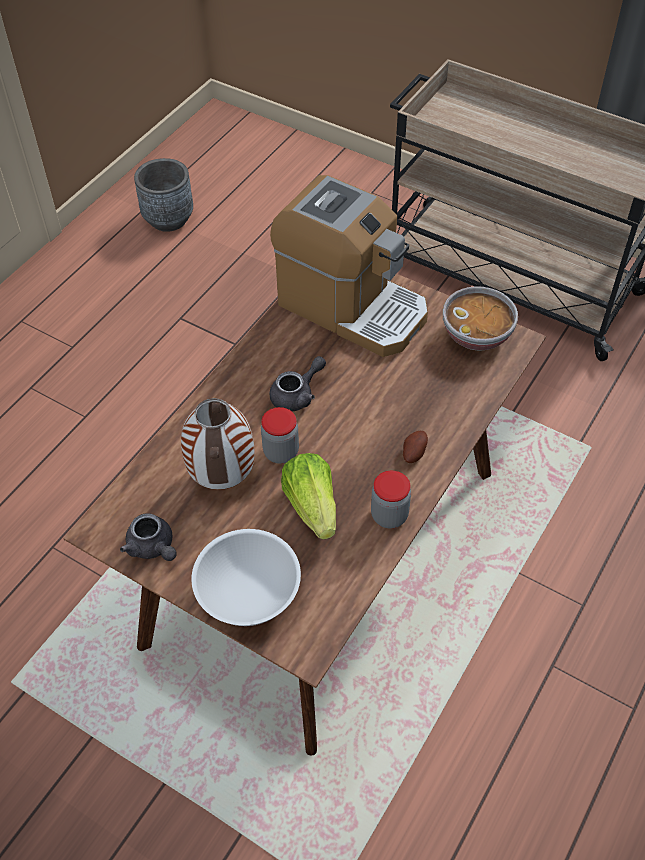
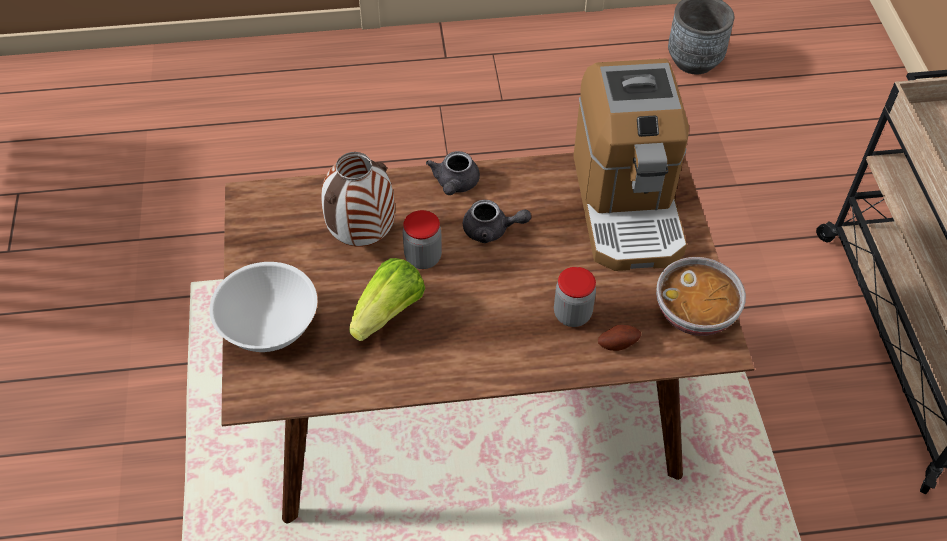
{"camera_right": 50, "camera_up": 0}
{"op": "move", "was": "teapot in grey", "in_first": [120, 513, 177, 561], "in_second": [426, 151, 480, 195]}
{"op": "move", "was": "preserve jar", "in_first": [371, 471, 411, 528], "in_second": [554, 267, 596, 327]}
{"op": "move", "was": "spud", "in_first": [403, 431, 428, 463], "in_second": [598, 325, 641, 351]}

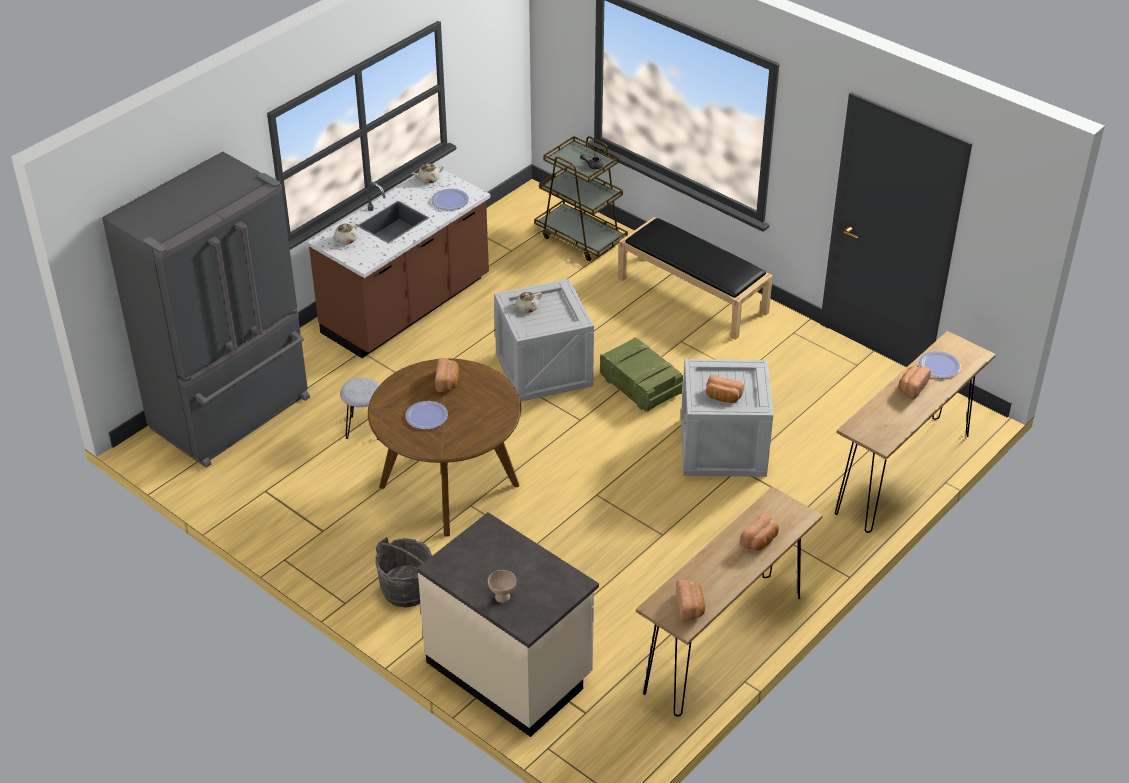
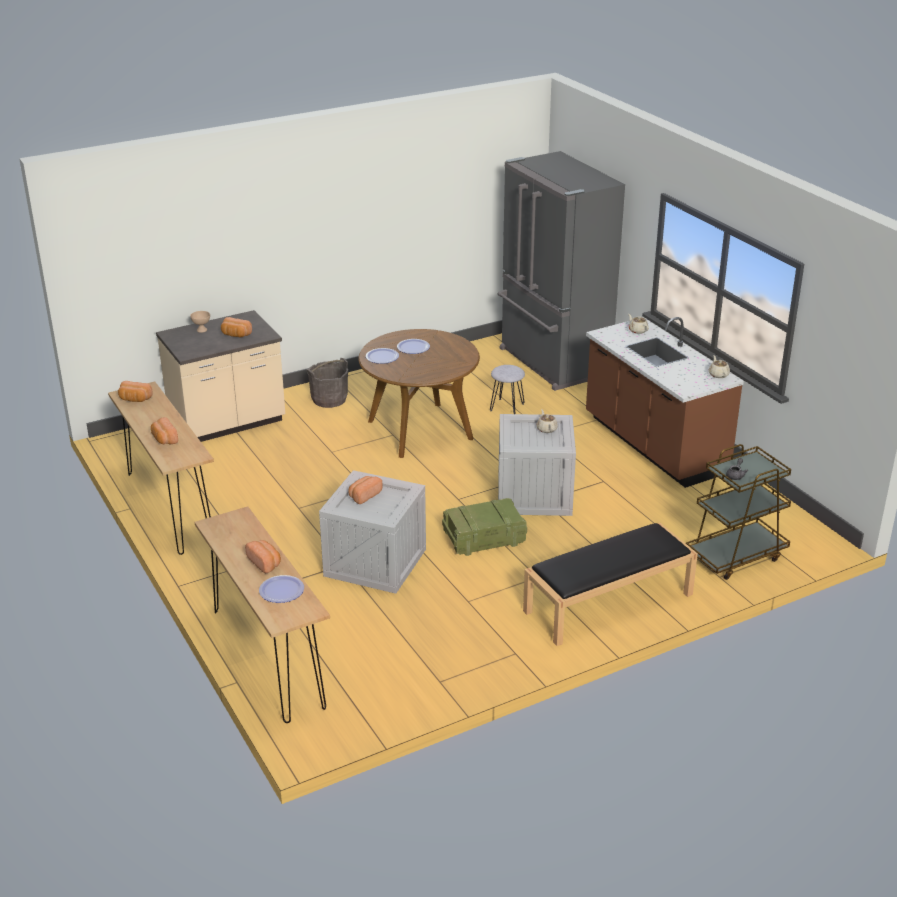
{"camera_right": 110, "camera_up": -10}
{"op": "move", "was": "dinner plate", "in_first": [432, 189, 469, 210], "in_second": [366, 348, 399, 364]}
{"op": "move", "was": "bread", "in_first": [435, 358, 459, 392], "in_second": [221, 317, 252, 337]}

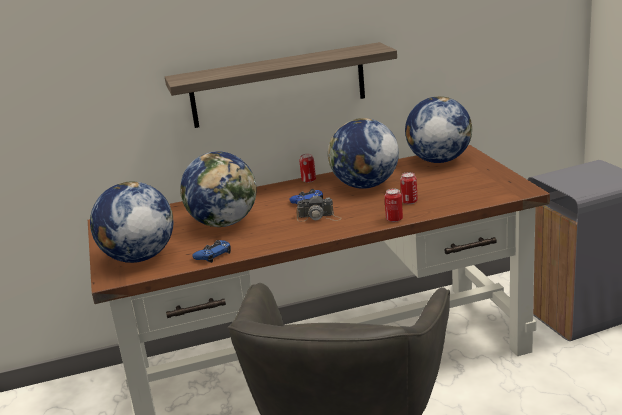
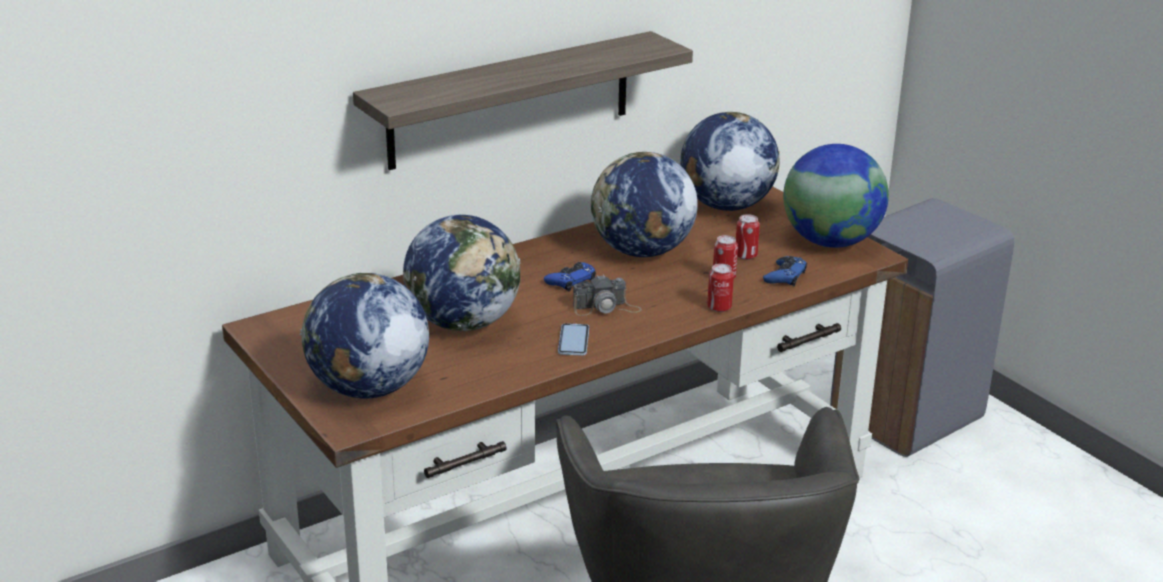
{"camera_right": -20, "camera_up": 5}
{"op": "insert", "now": "telephone", "in_second": [558, 323, 589, 356]}
{"op": "insert", "now": "desk globe", "in_second": [783, 144, 889, 248]}
{"op": "move", "was": "gamepad in blue", "in_first": [192, 240, 231, 263], "in_second": [763, 256, 807, 286]}
{"op": "move", "was": "sealed can", "in_first": [299, 154, 316, 183], "in_second": [736, 214, 760, 260]}

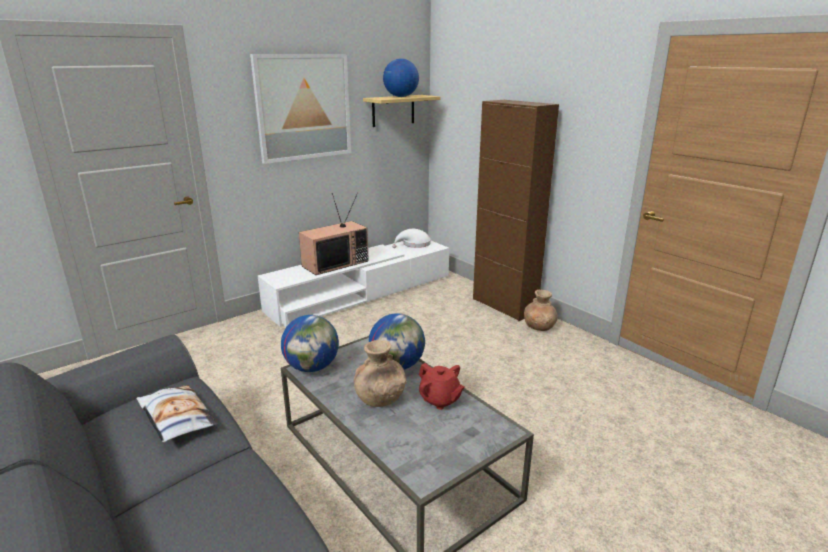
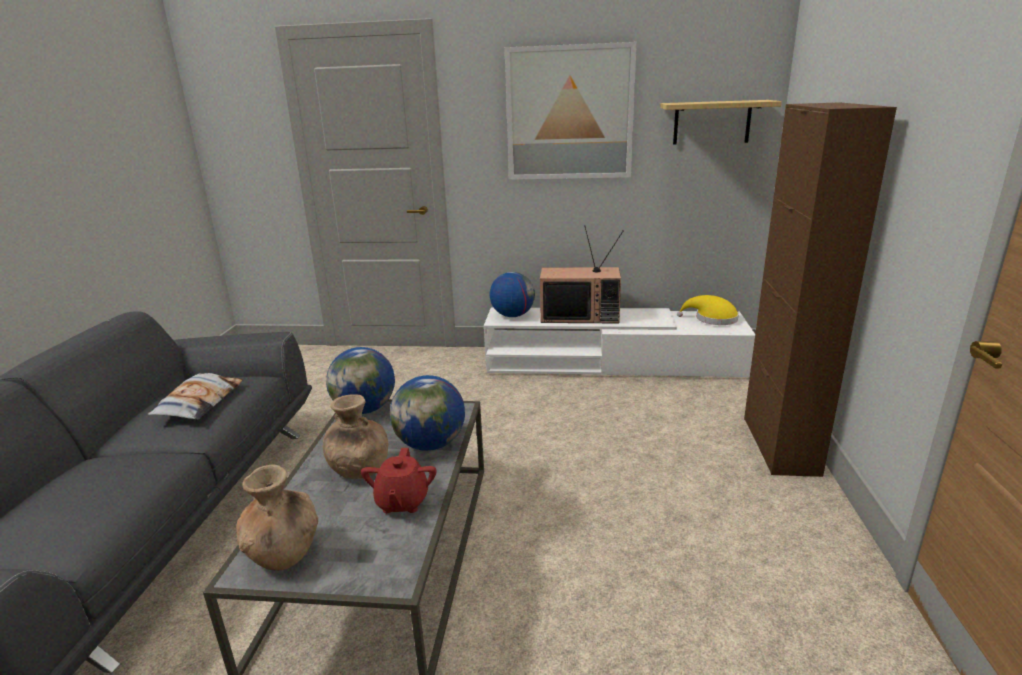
{"camera_right": 45, "camera_up": 0}
{"op": "move", "was": "desk globe", "in_first": [383, 59, 419, 97], "in_second": [490, 272, 535, 317]}
{"op": "move", "was": "flower vase in brown-coloured", "in_first": [524, 290, 558, 331], "in_second": [236, 465, 318, 570]}
{"op": "recolor", "was": "hat in white", "now": "hat in yellow", "in_first": [392, 229, 431, 248], "in_second": [677, 295, 739, 325]}

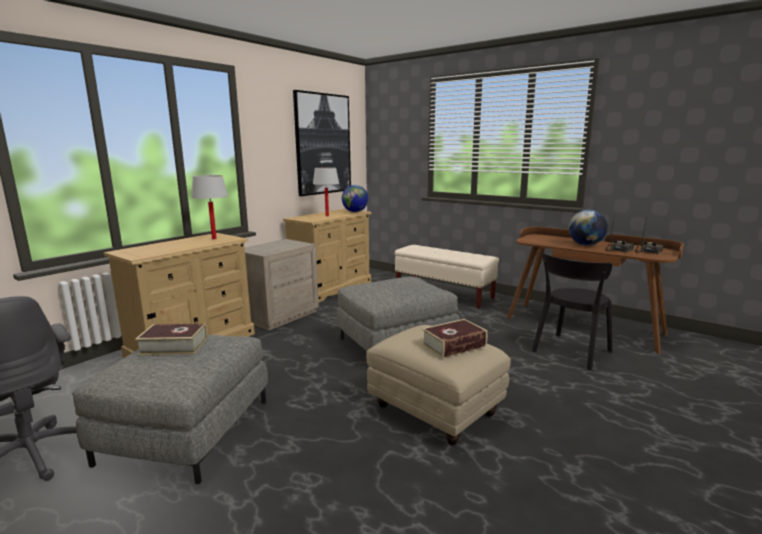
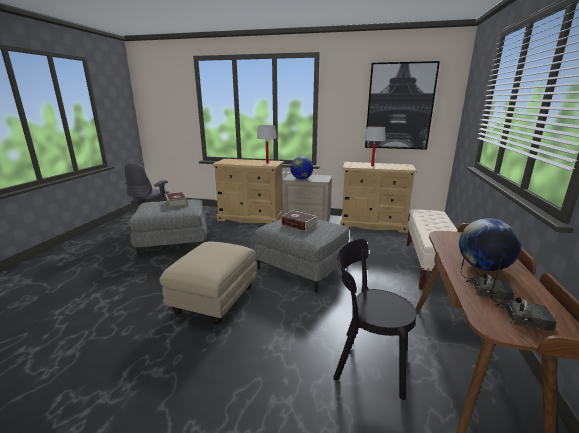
{"camera_right": 65, "camera_up": 5}
{"op": "move", "was": "desk globe", "in_first": [342, 185, 369, 212], "in_second": [290, 156, 313, 180]}
{"op": "move", "was": "volume", "in_first": [422, 319, 487, 358], "in_second": [281, 211, 318, 231]}

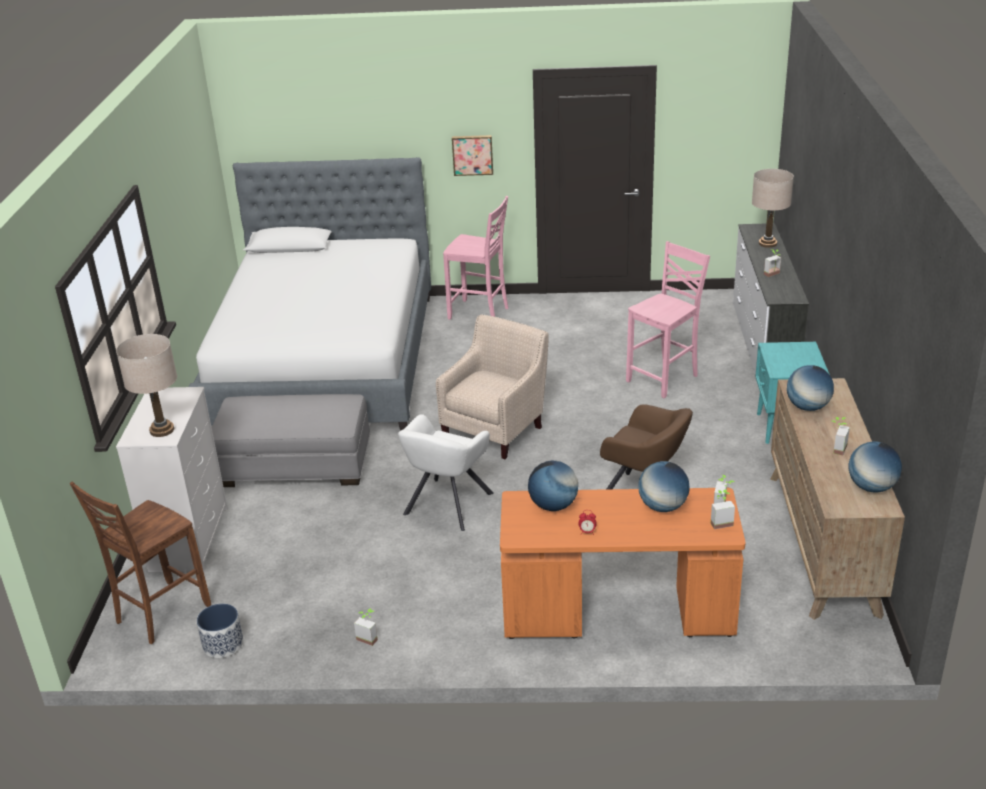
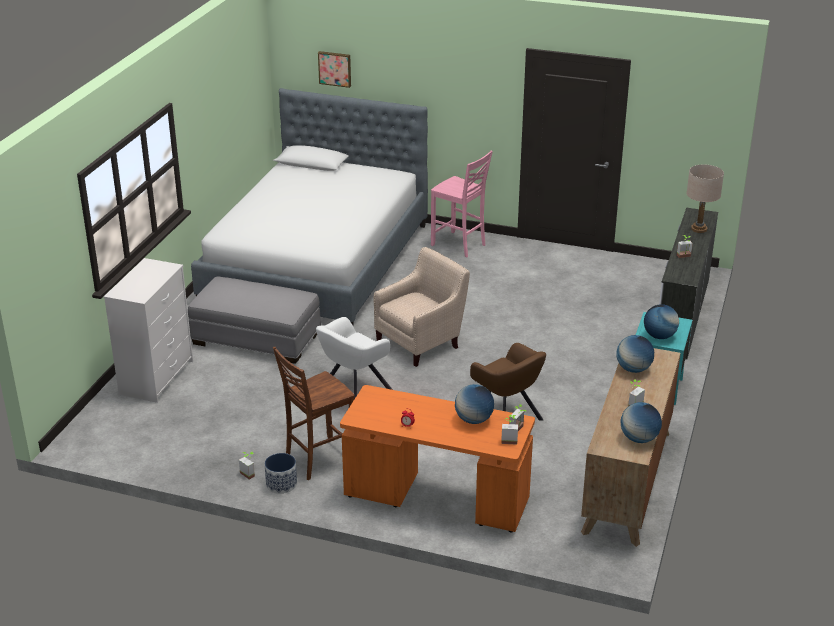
{"camera_right": 15, "camera_up": 0}
{"op": "delete", "was": "lamp for a table in sand-coloured", "in_first": [116, 334, 177, 437]}
{"op": "delete", "was": "chair in pinkish", "in_first": [626, 241, 710, 398]}
{"op": "move", "was": "chair in brown-coloured", "in_first": [69, 481, 211, 644], "in_second": [273, 347, 355, 480]}
{"op": "move", "was": "planter", "in_first": [197, 604, 243, 658], "in_second": [264, 453, 297, 494]}
{"op": "move", "was": "wall picture", "in_first": [452, 135, 493, 176], "in_second": [318, 51, 351, 88]}
{"op": "move", "was": "desk globe", "in_first": [528, 461, 578, 511], "in_second": [644, 304, 679, 339]}

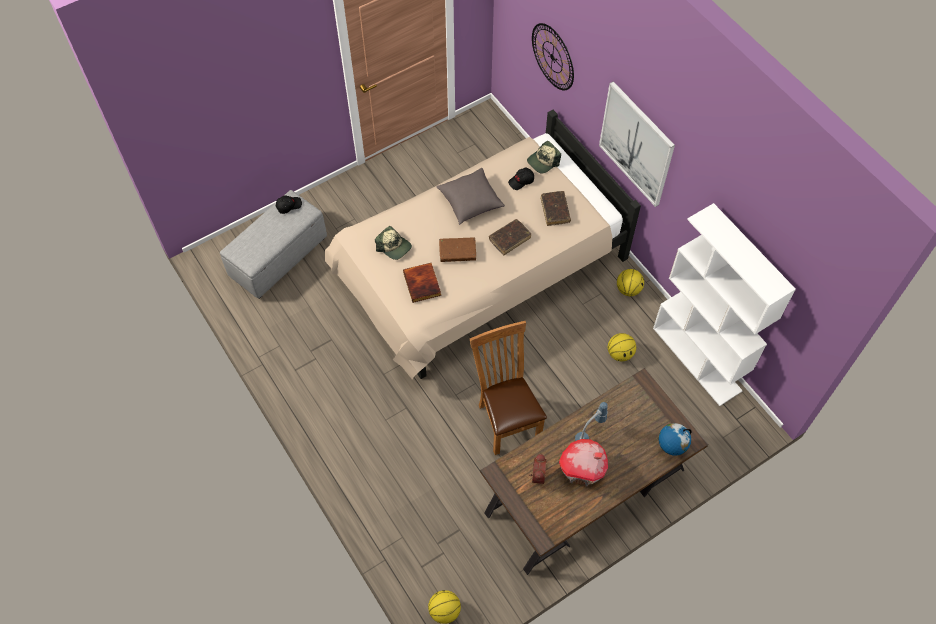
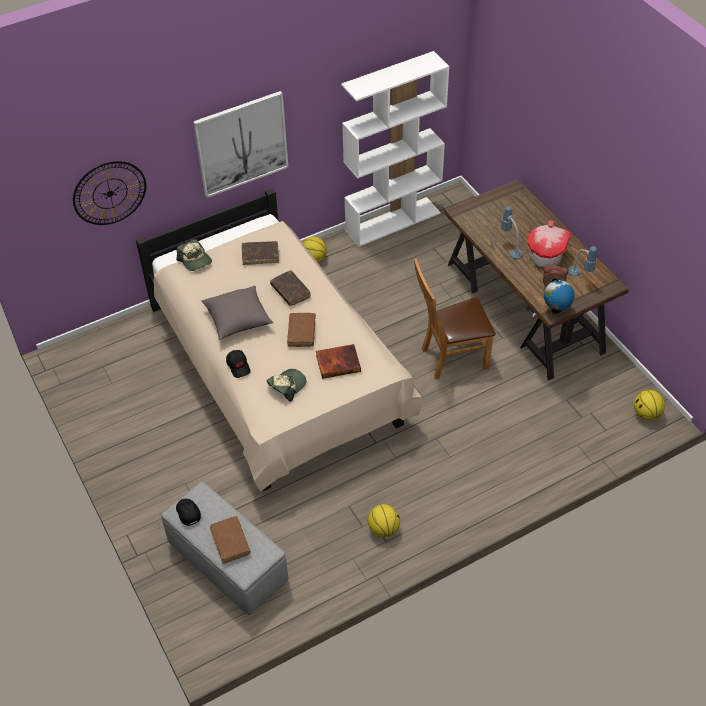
{"camera_right": -85, "camera_up": -10}
{"op": "insert", "now": "volume in brown-coloured", "in_second": [210, 516, 251, 564]}
{"op": "insert", "now": "lamp for a table", "in_second": [568, 246, 597, 276]}
{"op": "move", "was": "baseball cap in black-coloured", "in_first": [508, 168, 534, 190], "in_second": [226, 350, 250, 378]}
{"op": "move", "was": "basketball", "in_first": [608, 333, 636, 361], "in_second": [368, 504, 400, 537]}
{"op": "move", "was": "desk globe", "in_first": [659, 423, 692, 456], "in_second": [544, 278, 574, 314]}

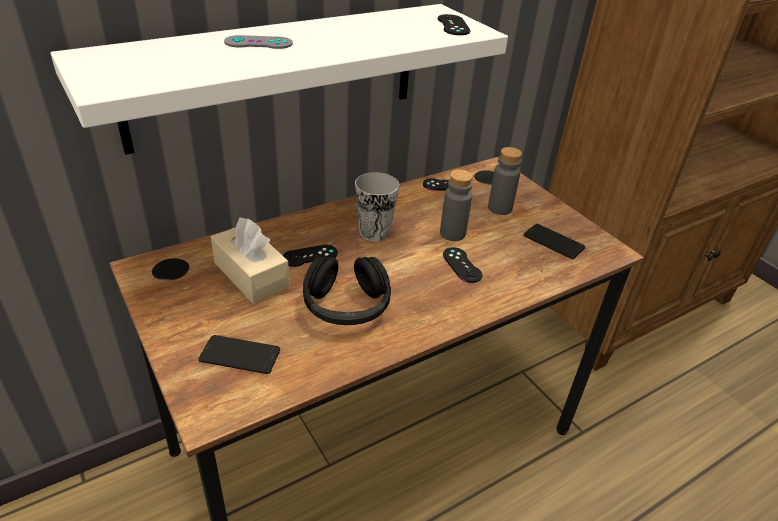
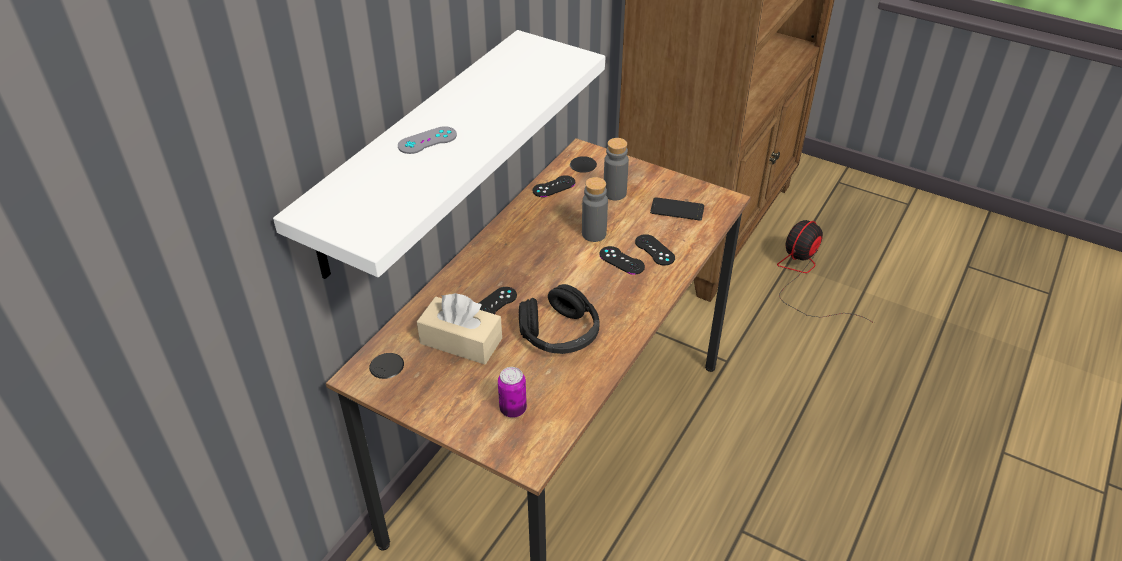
{"camera_right": -25, "camera_up": 5}
{"op": "delete", "was": "drinking cup", "in_first": [355, 172, 399, 242]}
{"op": "insert", "now": "cooling fan", "in_second": [777, 220, 874, 323]}
{"op": "move", "was": "gamepad in black-coloured", "in_first": [438, 14, 470, 35], "in_second": [635, 234, 675, 266]}
{"op": "replace", "was": "telephone", "now": "sealed can", "in_first": [198, 335, 280, 374], "in_second": [498, 367, 527, 418]}

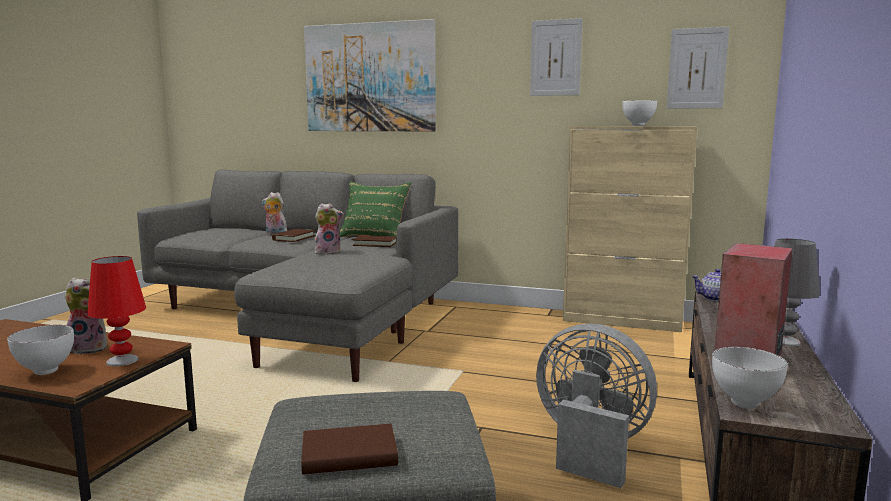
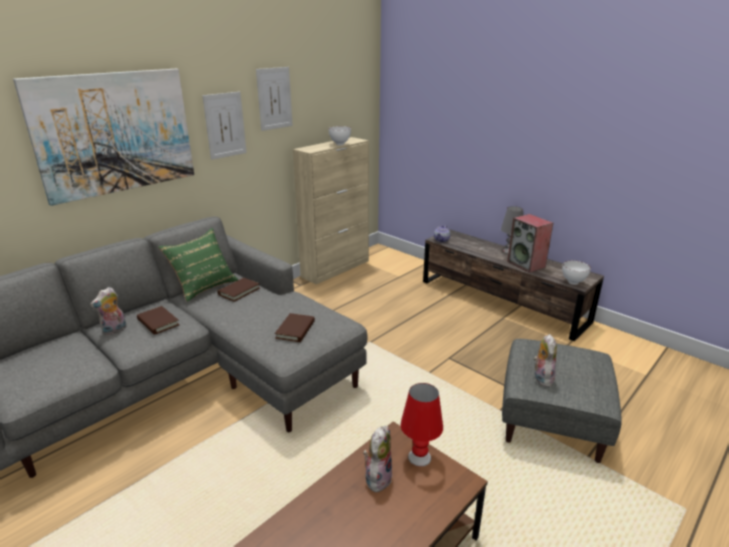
{"camera_right": -65, "camera_up": 15}
{"op": "delete", "was": "deep dish in white", "in_first": [7, 325, 74, 375]}
{"op": "delete", "was": "cooling fan in grey", "in_first": [536, 324, 657, 488]}
{"op": "move", "was": "volume in brown-coloured", "in_first": [301, 424, 398, 475], "in_second": [275, 313, 315, 342]}
{"op": "move", "was": "plush toy", "in_first": [315, 203, 344, 255], "in_second": [534, 334, 557, 387]}
{"op": "move", "was": "wall picture", "in_first": [667, 27, 729, 109], "in_second": [202, 92, 247, 160]}

